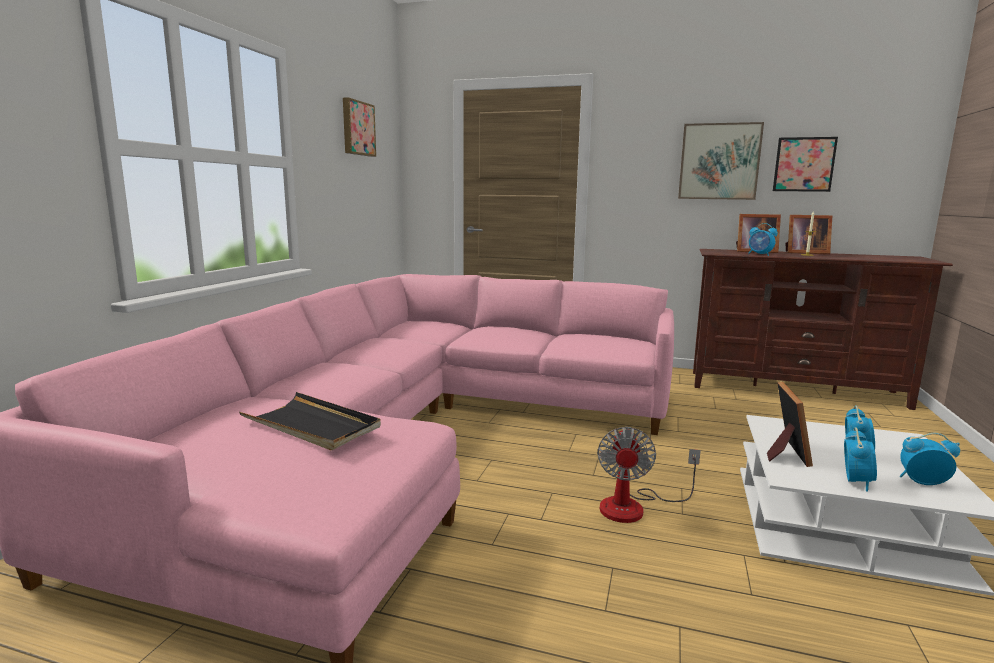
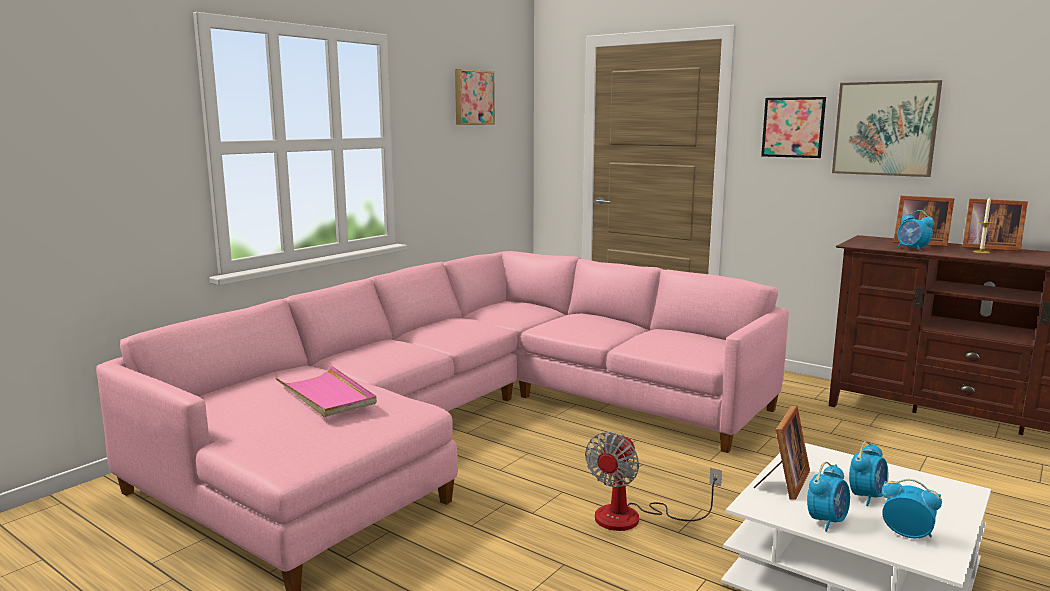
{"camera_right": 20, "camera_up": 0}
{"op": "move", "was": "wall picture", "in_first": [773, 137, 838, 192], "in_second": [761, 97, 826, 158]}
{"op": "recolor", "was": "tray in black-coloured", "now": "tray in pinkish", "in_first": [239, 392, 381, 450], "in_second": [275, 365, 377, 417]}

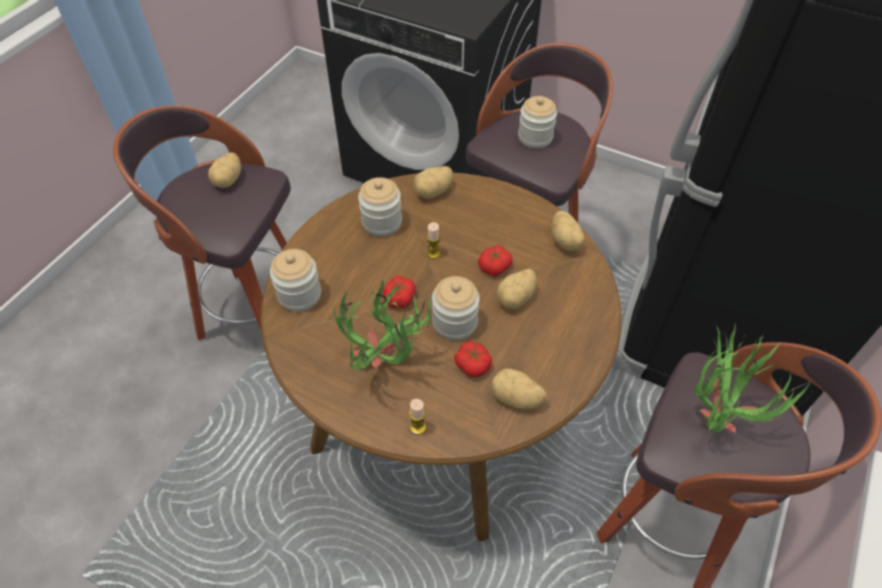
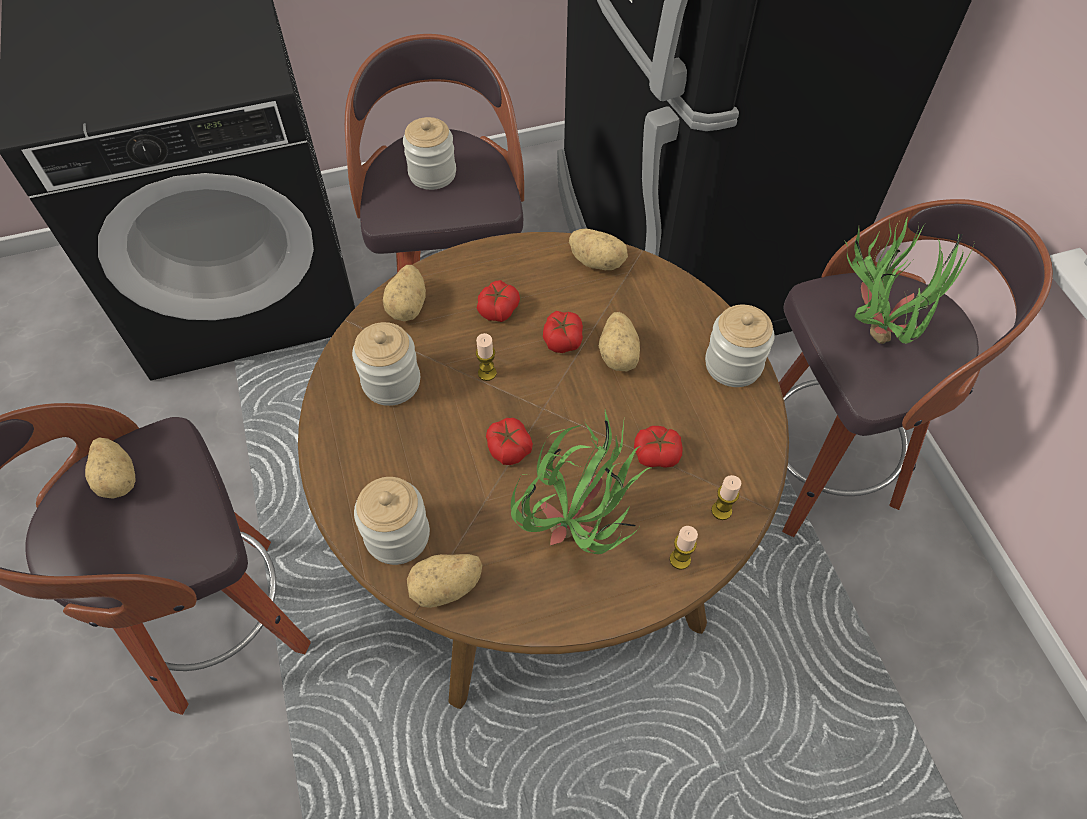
{"camera_right": -45, "camera_up": 5}
{"op": "insert", "now": "whole tomato", "in_second": [477, 280, 520, 322]}
{"op": "insert", "now": "candle", "in_second": [711, 475, 741, 520]}
{"op": "move", "was": "preserve jar", "in_first": [432, 276, 480, 340], "in_second": [705, 305, 774, 387]}
{"op": "move", "was": "spud", "in_first": [491, 369, 547, 409], "in_second": [407, 554, 482, 608]}

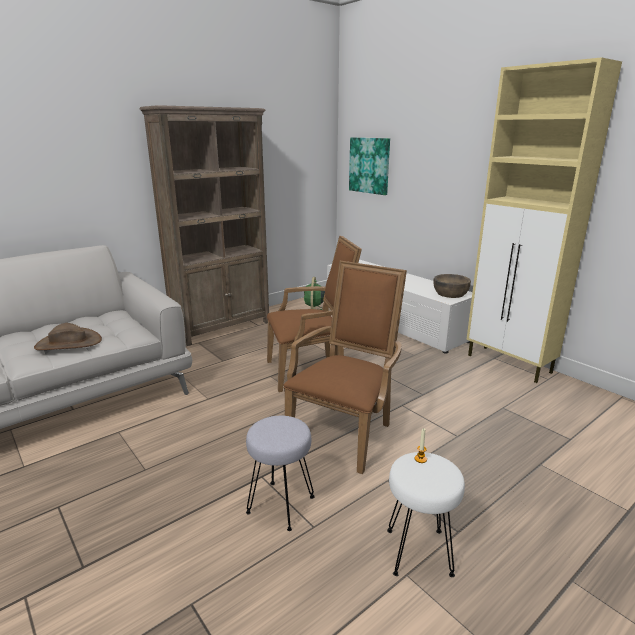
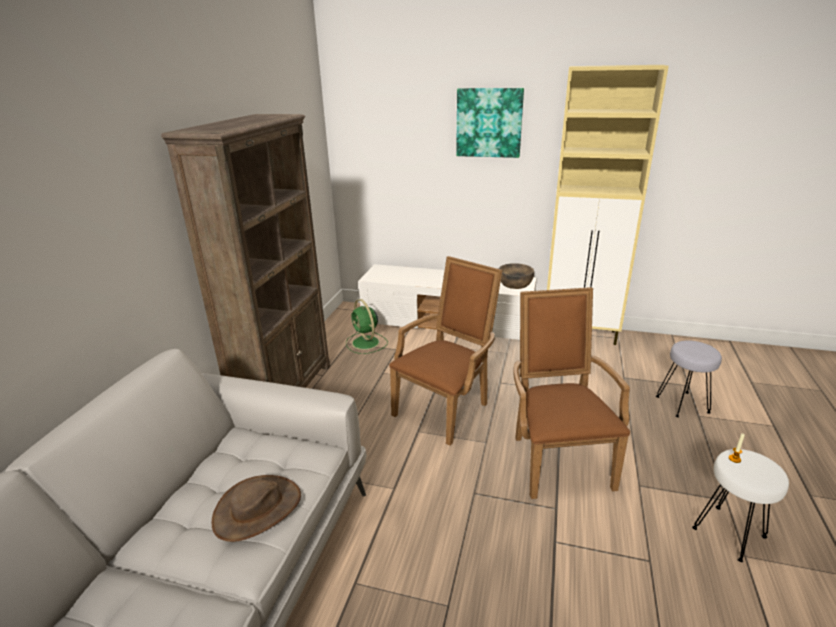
{"camera_right": -35, "camera_up": 5}
{"op": "move", "was": "sitting stool in grey", "in_first": [246, 416, 315, 531], "in_second": [656, 340, 722, 417]}
{"op": "move", "was": "wall picture", "in_first": [349, 137, 390, 195], "in_second": [456, 88, 524, 158]}

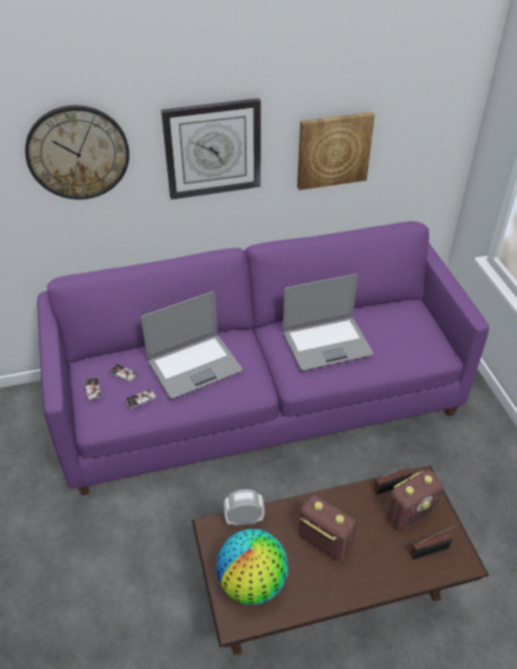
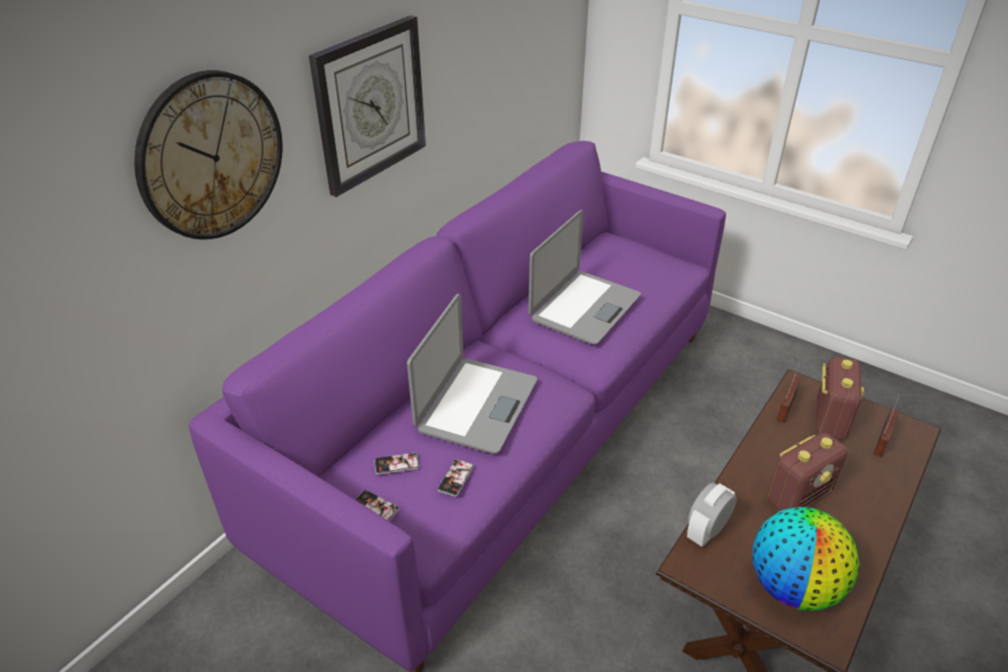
{"camera_right": -40, "camera_up": -5}
{"op": "delete", "was": "wall picture", "in_first": [297, 112, 375, 190]}
{"op": "rotate", "was": "radio", "in_first": [299, 495, 356, 561], "in_second": [768, 433, 847, 511], "clockwise": 150}

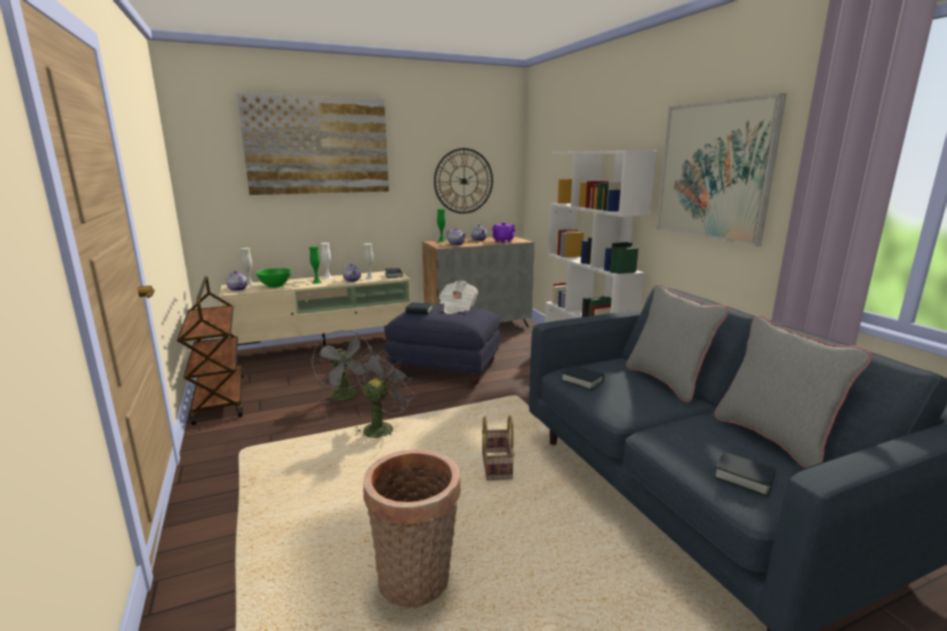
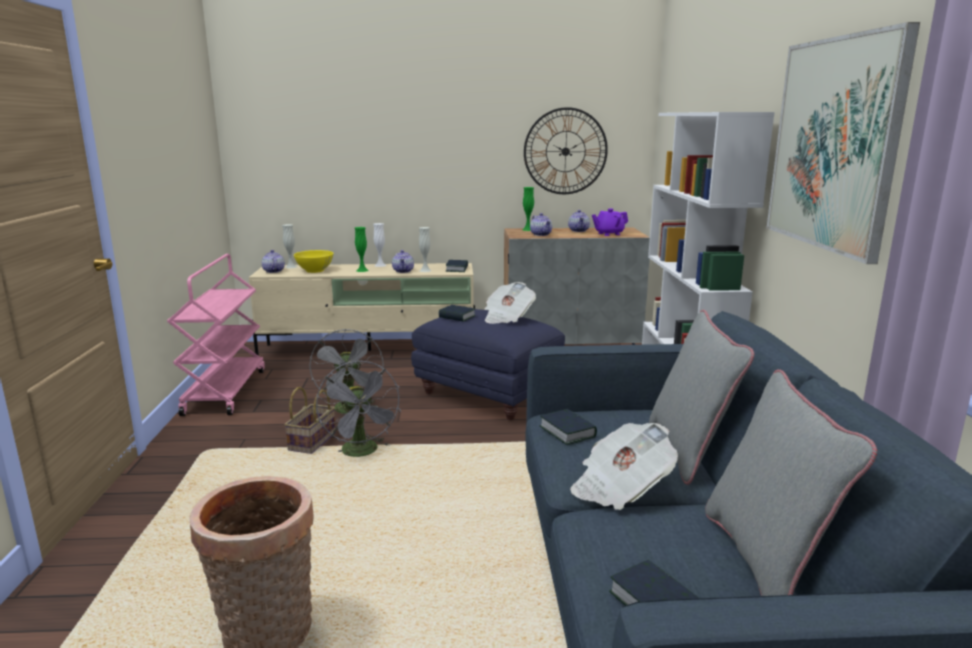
{"camera_right": 20, "camera_up": 0}
{"op": "delete", "was": "wall picture", "in_first": [237, 93, 389, 195]}
{"op": "insert", "now": "newspaper", "in_second": [570, 423, 678, 510]}
{"op": "move", "was": "household basket", "in_first": [482, 415, 514, 480], "in_second": [284, 387, 336, 454]}
{"op": "recolor", "was": "trolley in brown-coloured", "now": "trolley in pinkish", "in_first": [177, 276, 244, 425], "in_second": [167, 254, 264, 416]}
{"op": "recolor", "was": "deep dish in greenish", "now": "deep dish in yellow", "in_first": [256, 268, 291, 288], "in_second": [294, 250, 334, 273]}
{"op": "rotate", "was": "cooling fan in grey", "in_first": [355, 351, 416, 438], "in_second": [316, 361, 401, 457], "clockwise": 105}

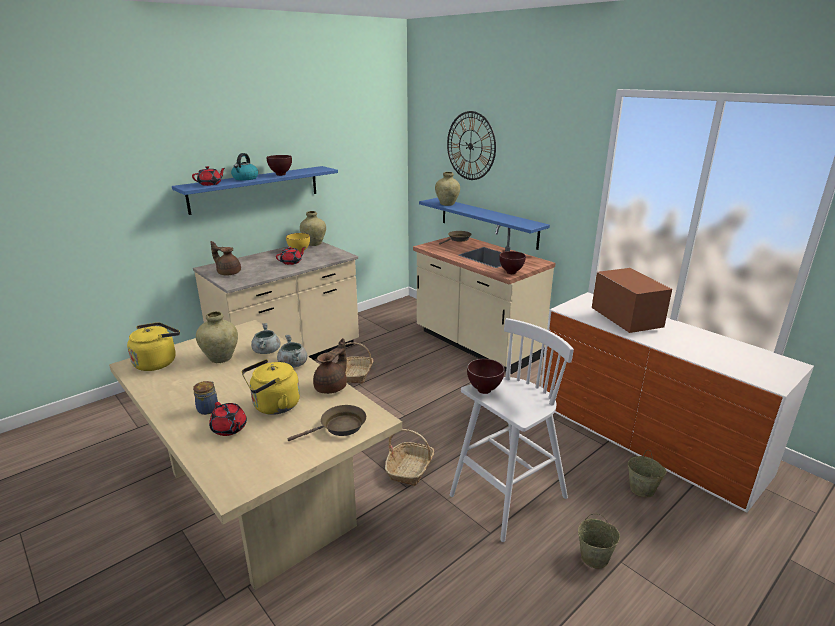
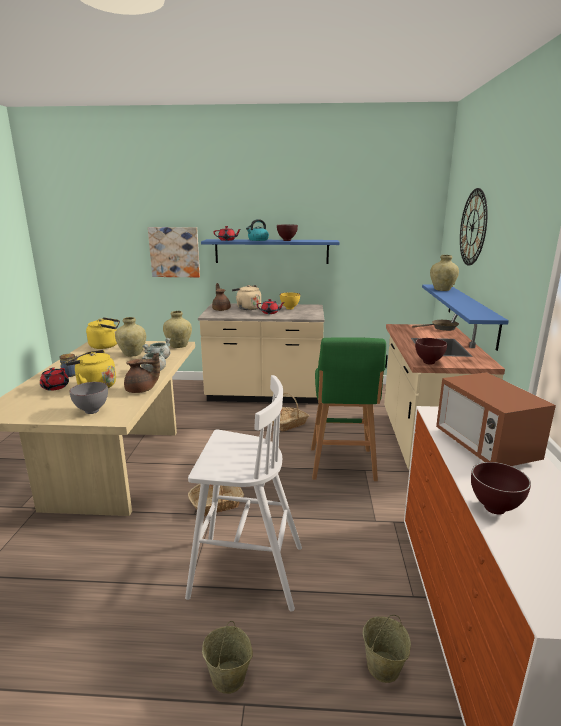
{"camera_right": 45, "camera_up": -5}
{"op": "insert", "now": "wall picture", "in_second": [148, 227, 200, 277]}
{"op": "insert", "now": "kettle in sand-coloured", "in_second": [232, 285, 261, 310]}
{"op": "insert", "now": "sitting stool in greenish", "in_second": [311, 337, 386, 481]}
{"op": "move", "was": "flower vase in sand-coloured", "in_first": [300, 211, 326, 246], "in_second": [163, 311, 192, 348]}
{"op": "move", "was": "deep dish in brown-coloured", "in_first": [467, 359, 505, 394], "in_second": [471, 462, 531, 515]}
{"op": "replace", "was": "skillet in brown-coloured", "now": "deep dish in grey", "in_first": [287, 405, 366, 442], "in_second": [69, 382, 108, 414]}
{"op": "rotate", "was": "kitchen microwave", "in_first": [592, 268, 672, 333], "in_second": [436, 372, 556, 466], "clockwise": 135}

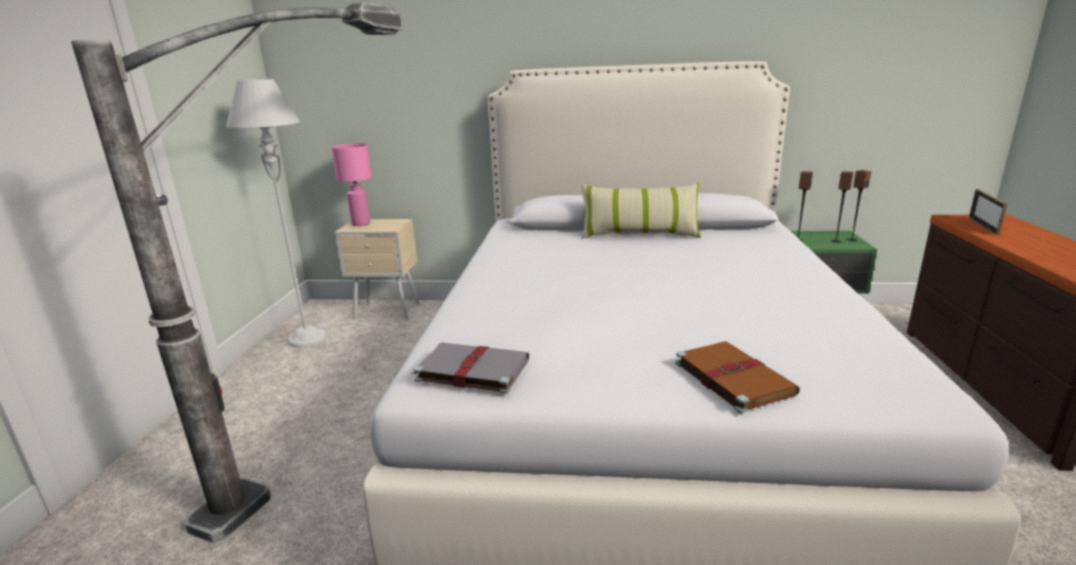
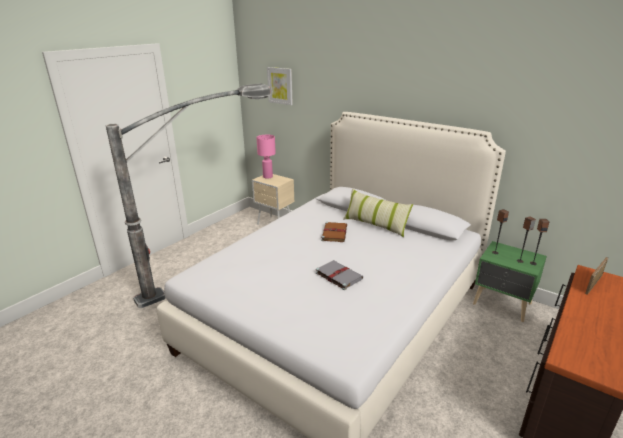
{"camera_right": 30, "camera_up": 5}
{"op": "delete", "was": "floor lamp in grey", "in_first": [226, 79, 327, 347]}
{"op": "insert", "now": "wall picture", "in_second": [267, 67, 293, 105]}
{"op": "move", "was": "volume in grey", "in_first": [411, 343, 529, 394], "in_second": [316, 260, 363, 290]}
{"op": "move", "was": "volume in brown-coloured", "in_first": [675, 341, 800, 413], "in_second": [321, 222, 347, 242]}

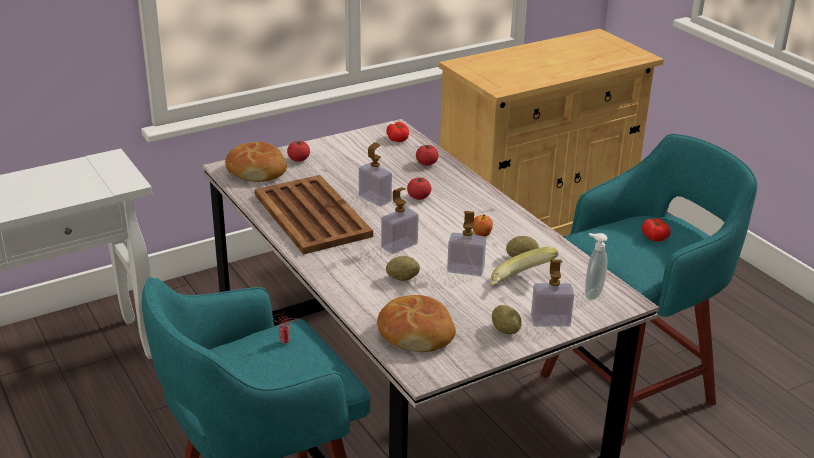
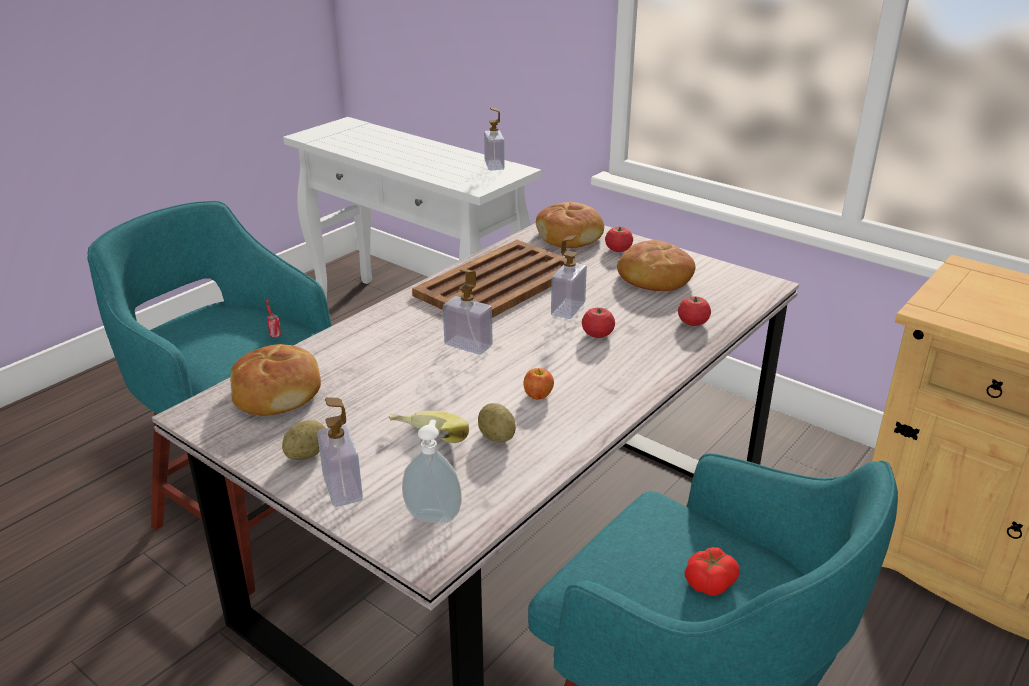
{"camera_right": 70, "camera_up": 0}
{"op": "delete", "was": "spud", "in_first": [386, 256, 420, 281]}
{"op": "delete", "was": "whole tomato", "in_first": [387, 122, 409, 142]}
{"op": "insert", "now": "bread", "in_second": [617, 240, 695, 291]}
{"op": "move", "was": "soap bottle", "in_first": [447, 211, 486, 276], "in_second": [484, 107, 505, 170]}

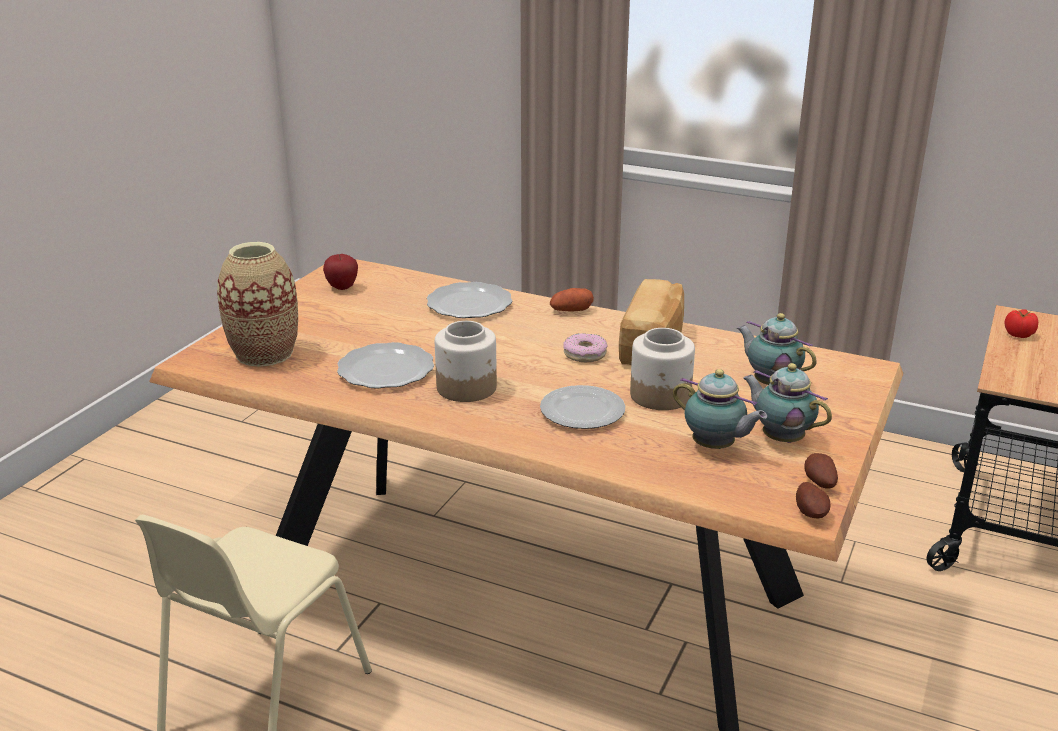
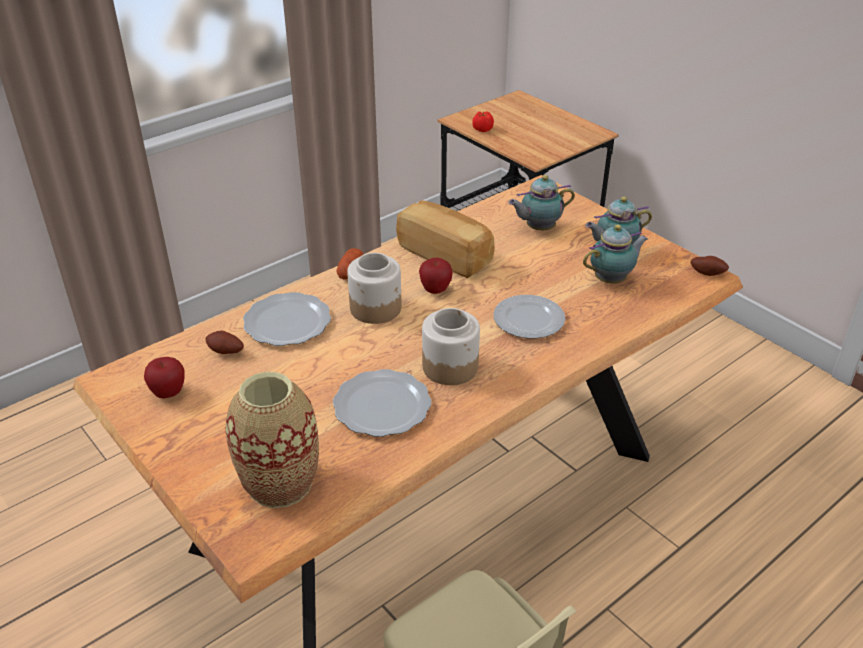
{"camera_right": -65, "camera_up": 10}
{"op": "move", "was": "preserve jar", "in_first": [630, 328, 695, 410], "in_second": [347, 253, 402, 324]}
{"op": "move", "was": "spud", "in_first": [804, 453, 838, 489], "in_second": [206, 331, 244, 354]}
{"op": "replace", "was": "ring doughnut", "now": "whole apple", "in_first": [563, 333, 608, 362], "in_second": [419, 258, 453, 294]}

